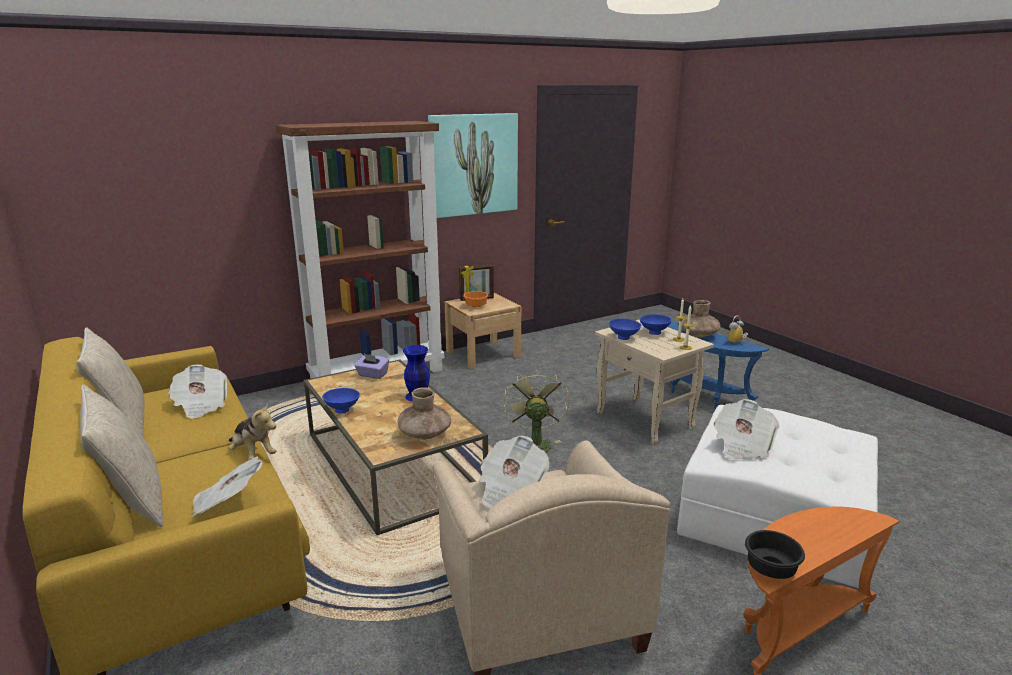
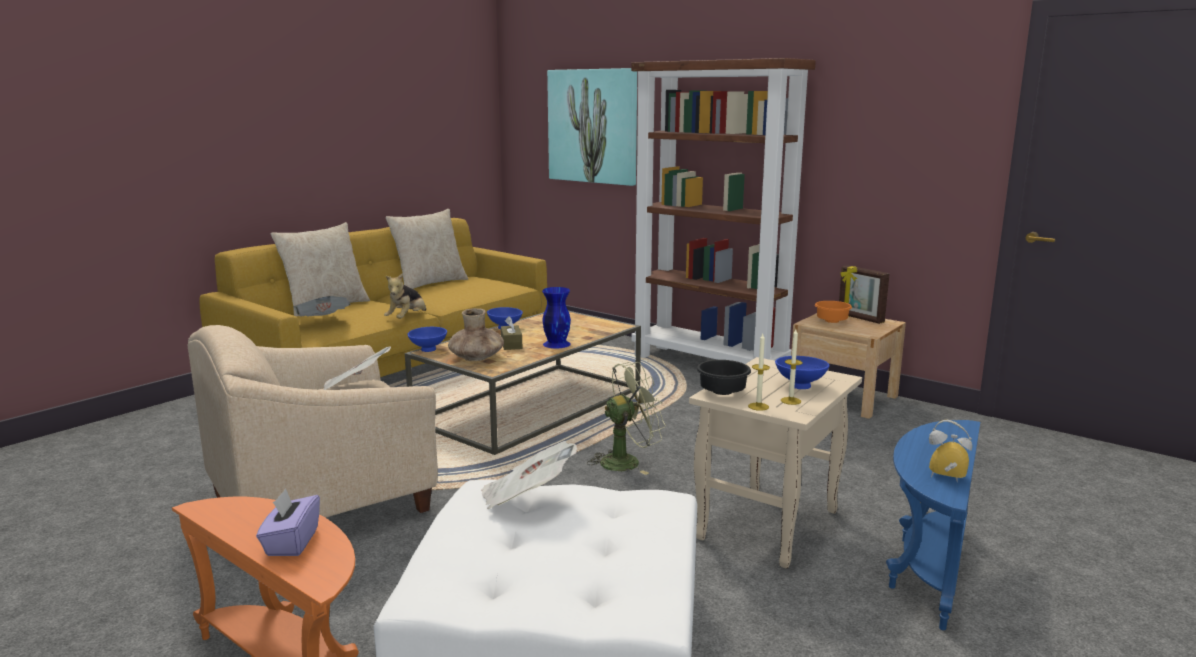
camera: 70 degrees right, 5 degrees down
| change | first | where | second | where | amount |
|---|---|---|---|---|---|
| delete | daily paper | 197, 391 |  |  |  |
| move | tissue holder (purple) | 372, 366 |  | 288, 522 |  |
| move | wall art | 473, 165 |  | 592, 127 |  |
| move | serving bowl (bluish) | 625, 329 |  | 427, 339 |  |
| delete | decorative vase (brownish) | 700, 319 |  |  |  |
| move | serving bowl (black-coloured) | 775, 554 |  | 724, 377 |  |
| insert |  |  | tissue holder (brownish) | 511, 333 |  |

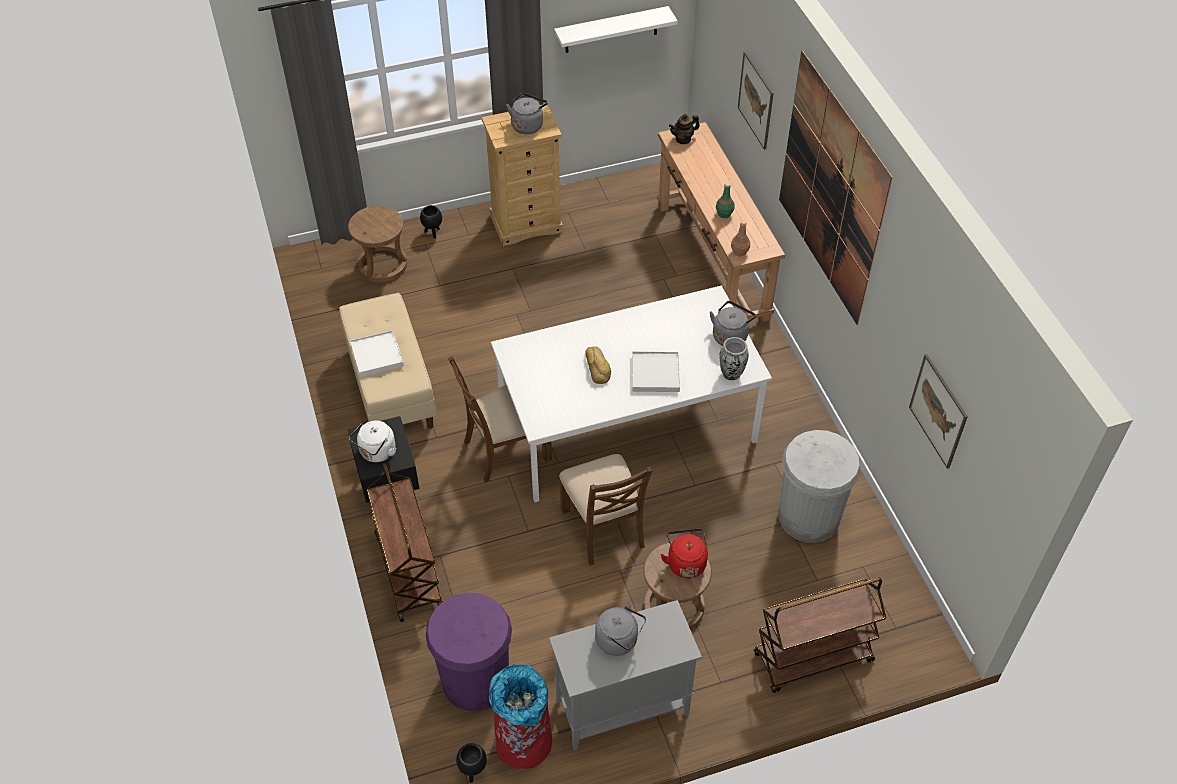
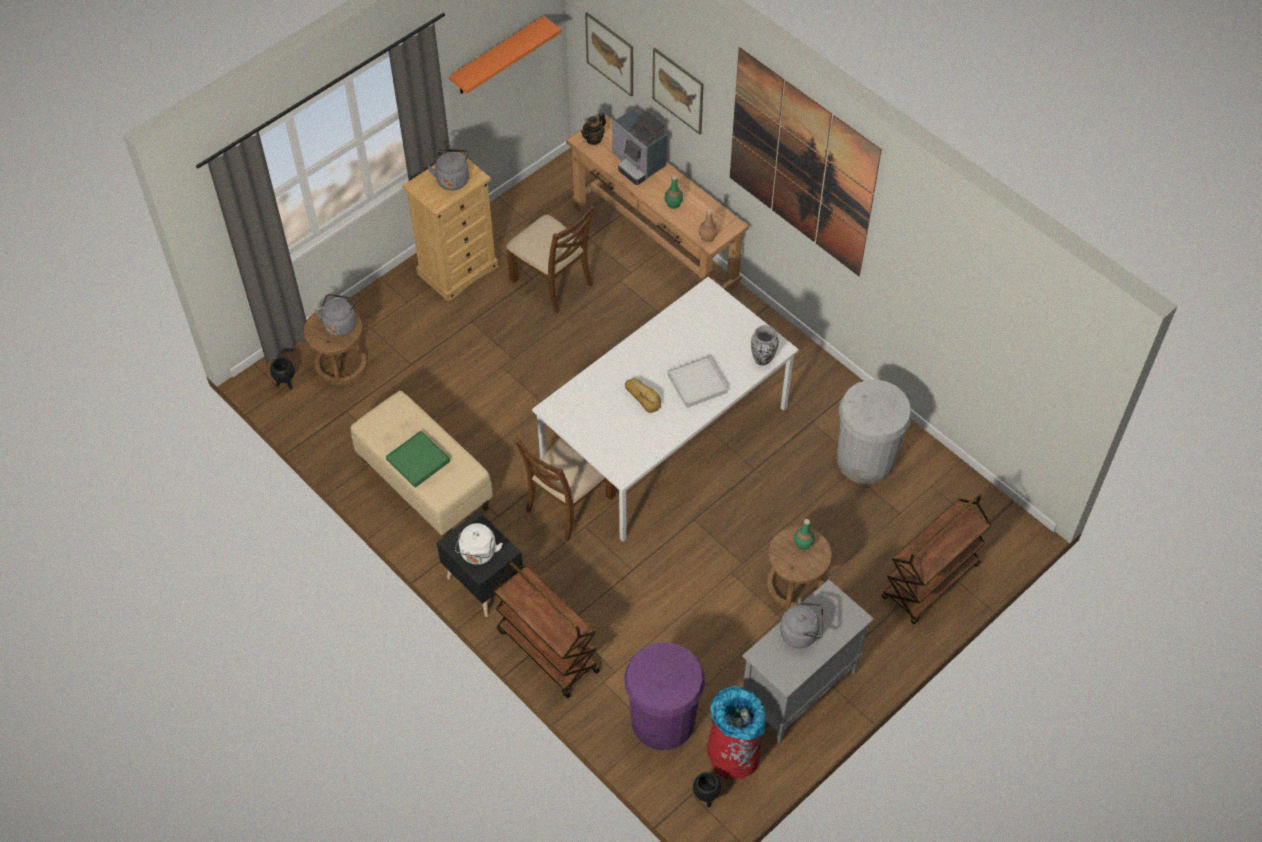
camera: 25 degrees left, 5 degrees up
| change | first | where | second | where | amount |
|---|---|---|---|---|---|
| recolor | carrying tray (white-coloured) | 377, 353 | carrying tray (green) | 418, 459 |  |
| move | planter (black-coloured) | 431, 222 |  | 282, 373 |  |
| recolor | shelf (white-coloured) | 616, 29 | shelf (orange-coloured) | 505, 55 |  |
| move | plain chair (brownish) | 606, 510 |  | 550, 259 |  |
| replace | kettle (reddish) | 684, 553 | bottle (green) | 804, 534 |  |
| move | kettle (greyish) | 733, 323 |  | 335, 315 |  |
| move | wall art | 938, 411 |  | 609, 54 |  |
| insert |  |  | coffee maker | 639, 147 |  |

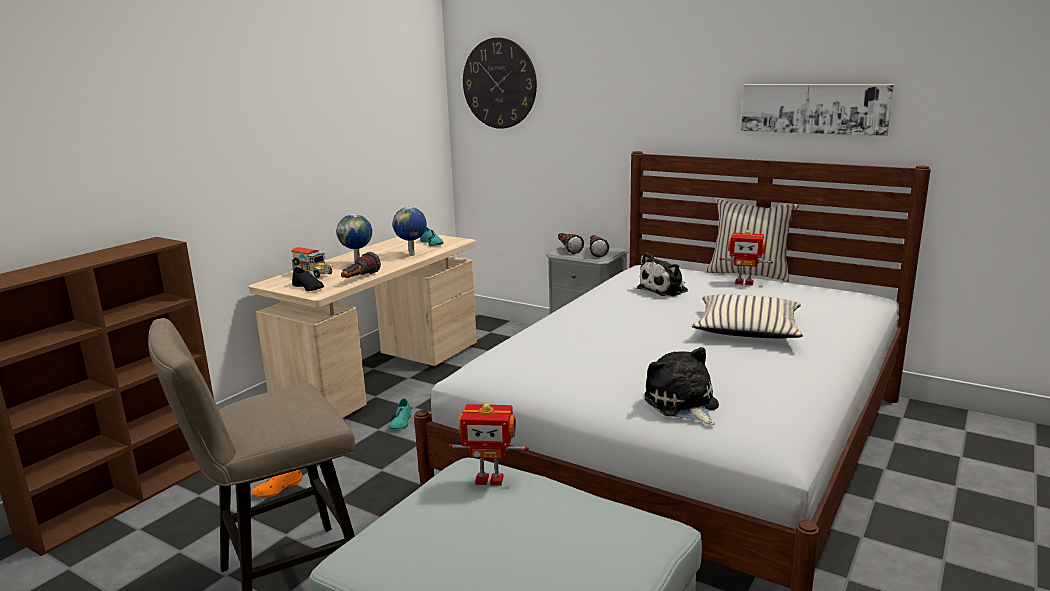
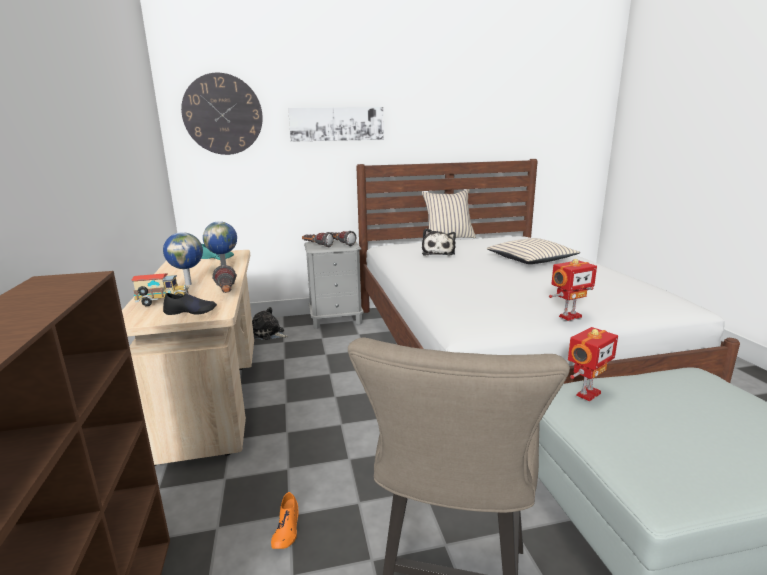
camera: 45 degrees left, 0 degrees up
| change | first | where | second | where | amount |
|---|---|---|---|---|---|
| delete | shoe (blue-green) | 400, 413 |  |  |  |
| move | cuddly toy | 682, 386 |  | 270, 323 |  |
| move | model robot | 746, 258 |  | 573, 290 |  |
| move | wall art | 817, 110 |  | 336, 124 |  |

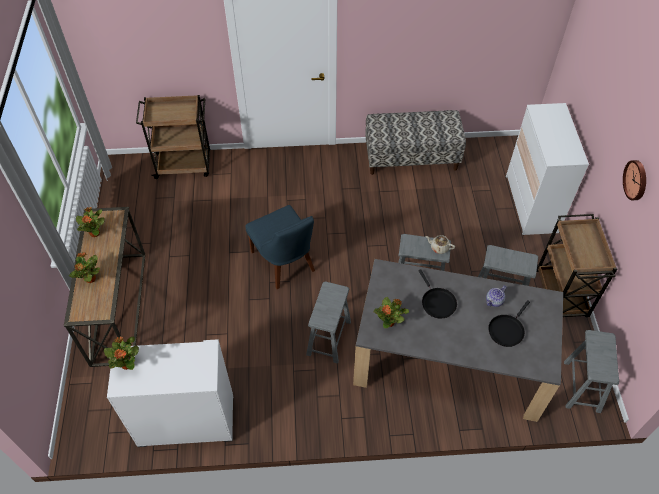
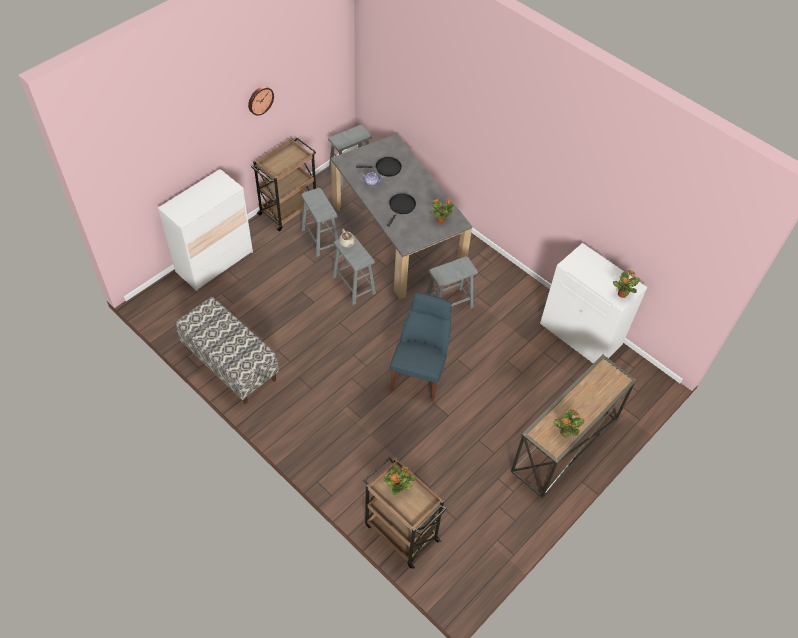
camera: 135 degrees left, 0 degrees up
| change | first | where | second | where | amount |
|---|---|---|---|---|---|
| move | potted plant | 84, 267 |  | 399, 479 |  |

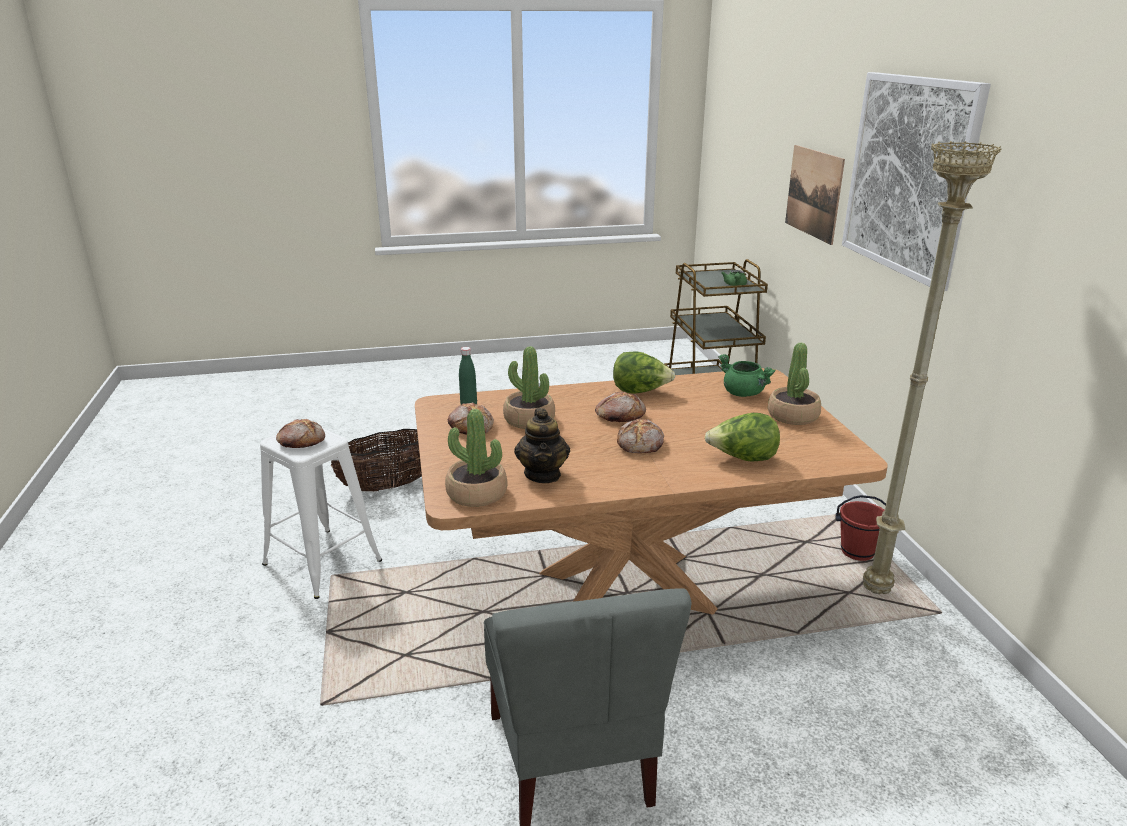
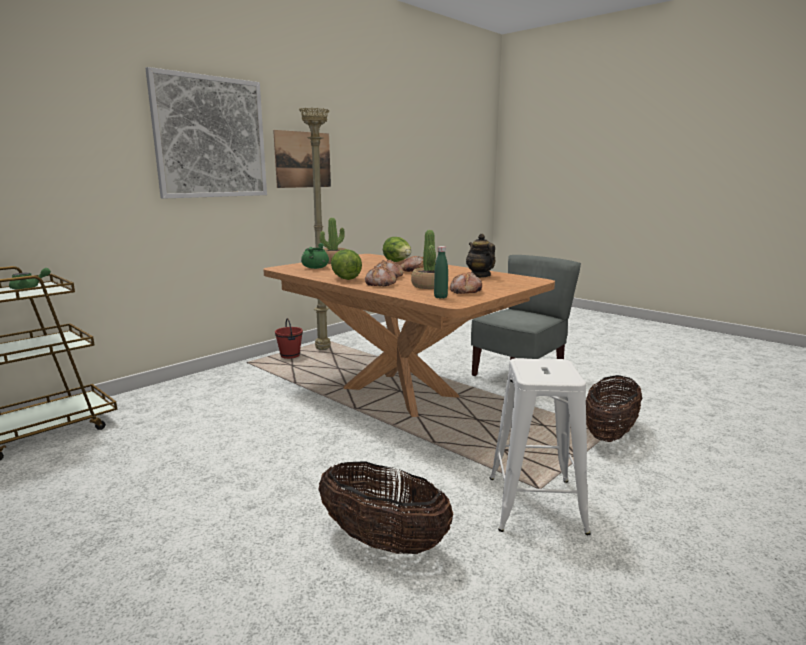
camera: 125 degrees left, 10 degrees down
| change | first | where | second | where | amount |
|---|---|---|---|---|---|
| move | bakery bread | 300, 433 |  | 381, 276 |  |
| delete | potted plant | 476, 458 |  |  |  |
| rotate | tea pot | 542, 445 |  | 480, 256 | 75 degrees counterclockwise |
| move | wall art | 815, 195 |  | 302, 159 |  |
| insert |  |  | basket | 614, 408 |  |

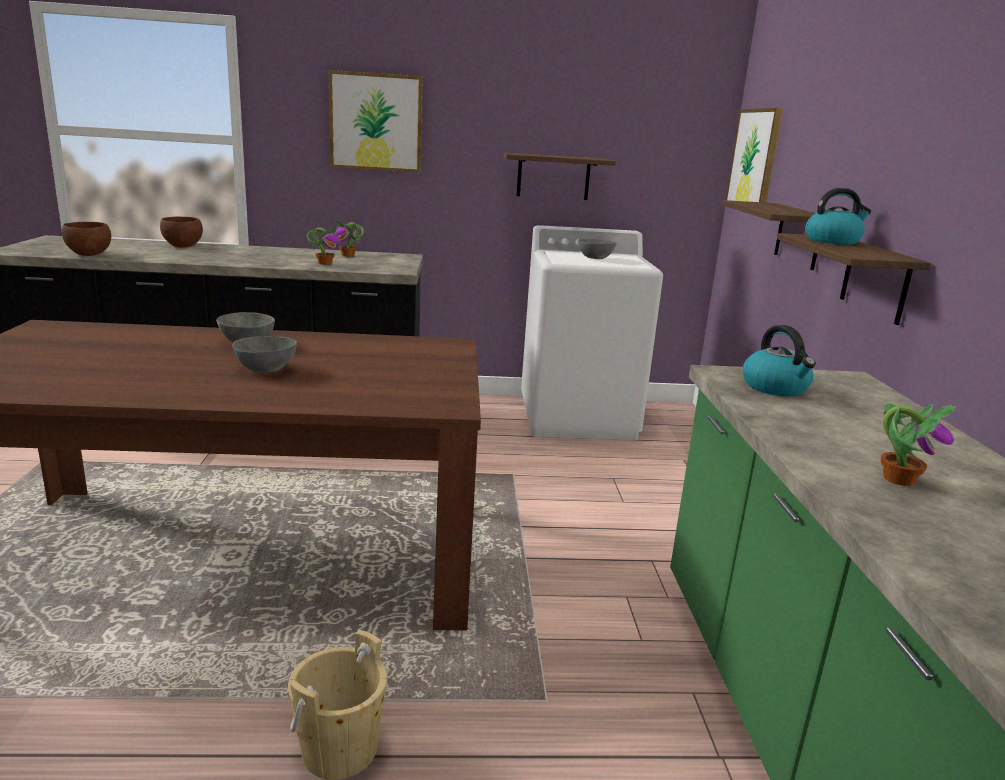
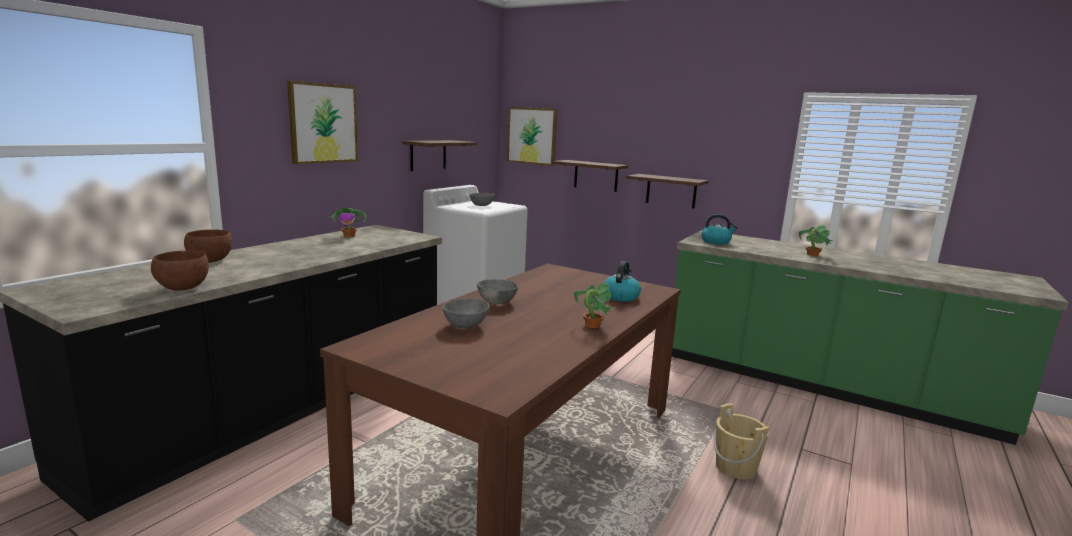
camera: 55 degrees left, 5 degrees down
| change | first | where | second | where | amount |
|---|---|---|---|---|---|
| move | serving bowl (greyish) | 264, 354 |  | 466, 313 |  |
| move | potted plant | 324, 245 |  | 594, 305 |  |
| move | kettle | 838, 216 |  | 622, 281 |  |

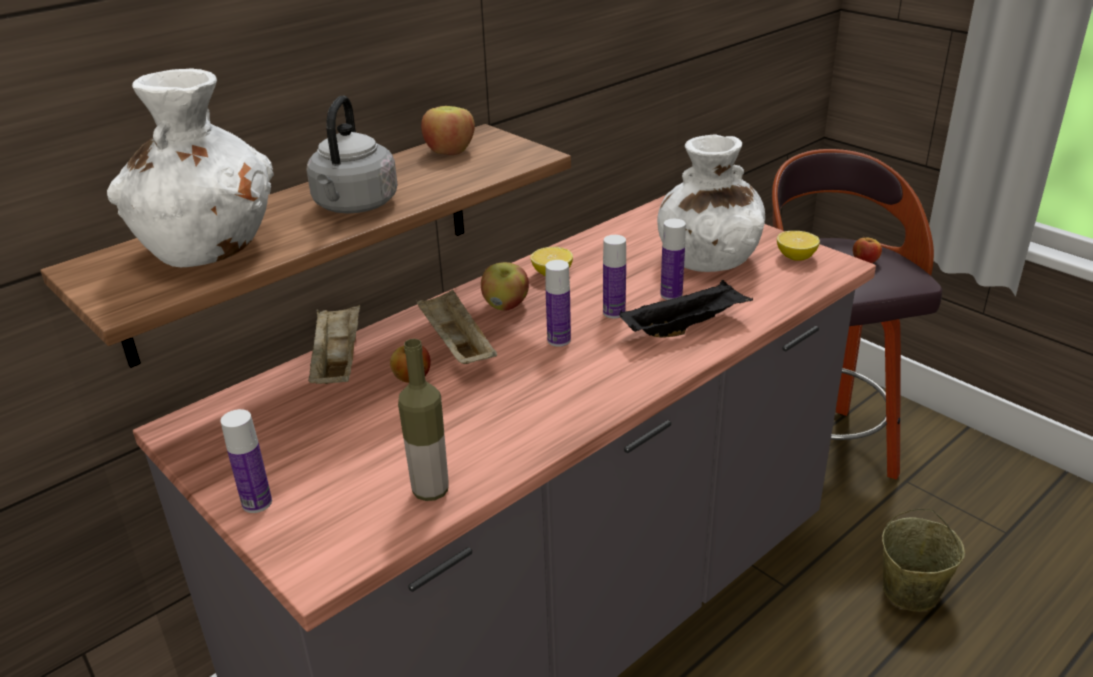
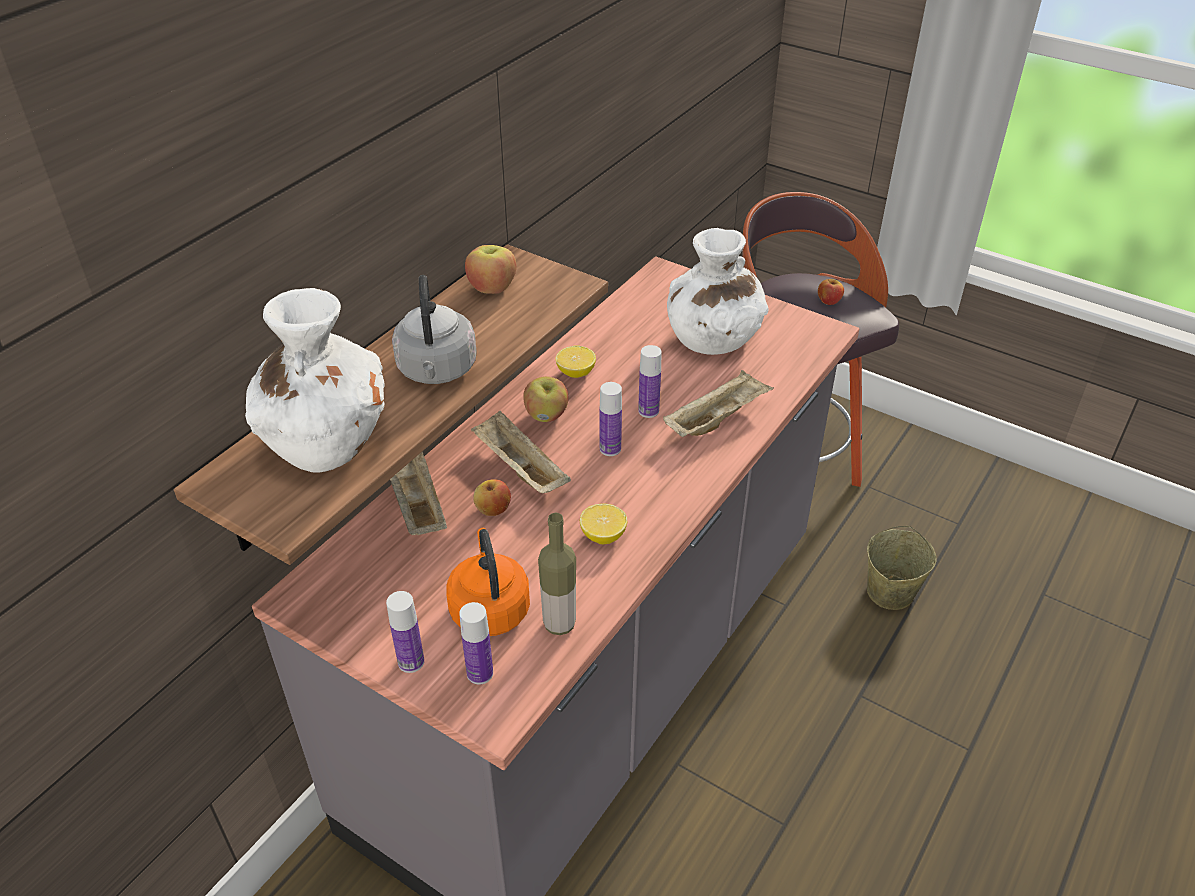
camera: 15 degrees left, 10 degrees up
| change | first | where | second | where | amount |
|---|---|---|---|---|---|
| recolor | carrying tray (black-coloured) | 686, 309 | carrying tray (sand-coloured) | 718, 403 |  |
| move | bottle | 673, 259 |  | 476, 643 |  |
| move | whole lemon | 798, 246 |  | 603, 524 |  |
| insert |  |  | kettle (orange-coloured) | 488, 582 |  |

